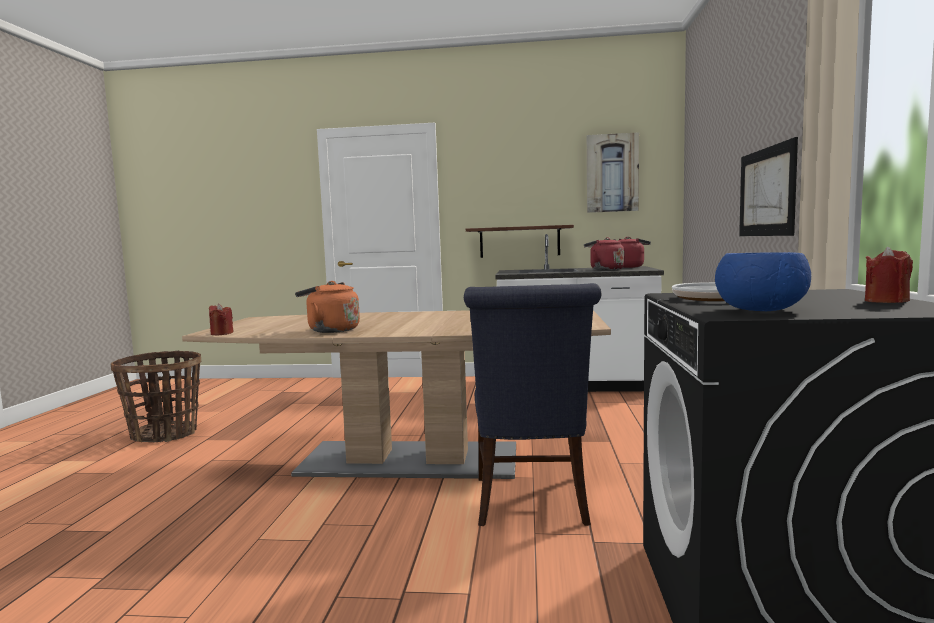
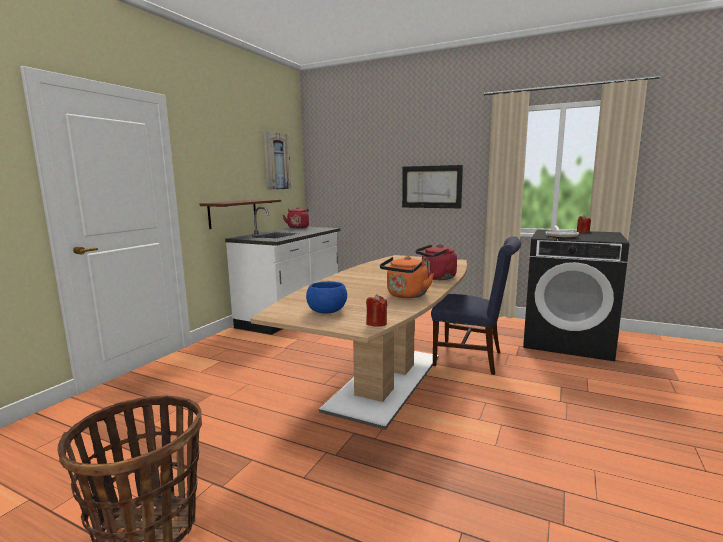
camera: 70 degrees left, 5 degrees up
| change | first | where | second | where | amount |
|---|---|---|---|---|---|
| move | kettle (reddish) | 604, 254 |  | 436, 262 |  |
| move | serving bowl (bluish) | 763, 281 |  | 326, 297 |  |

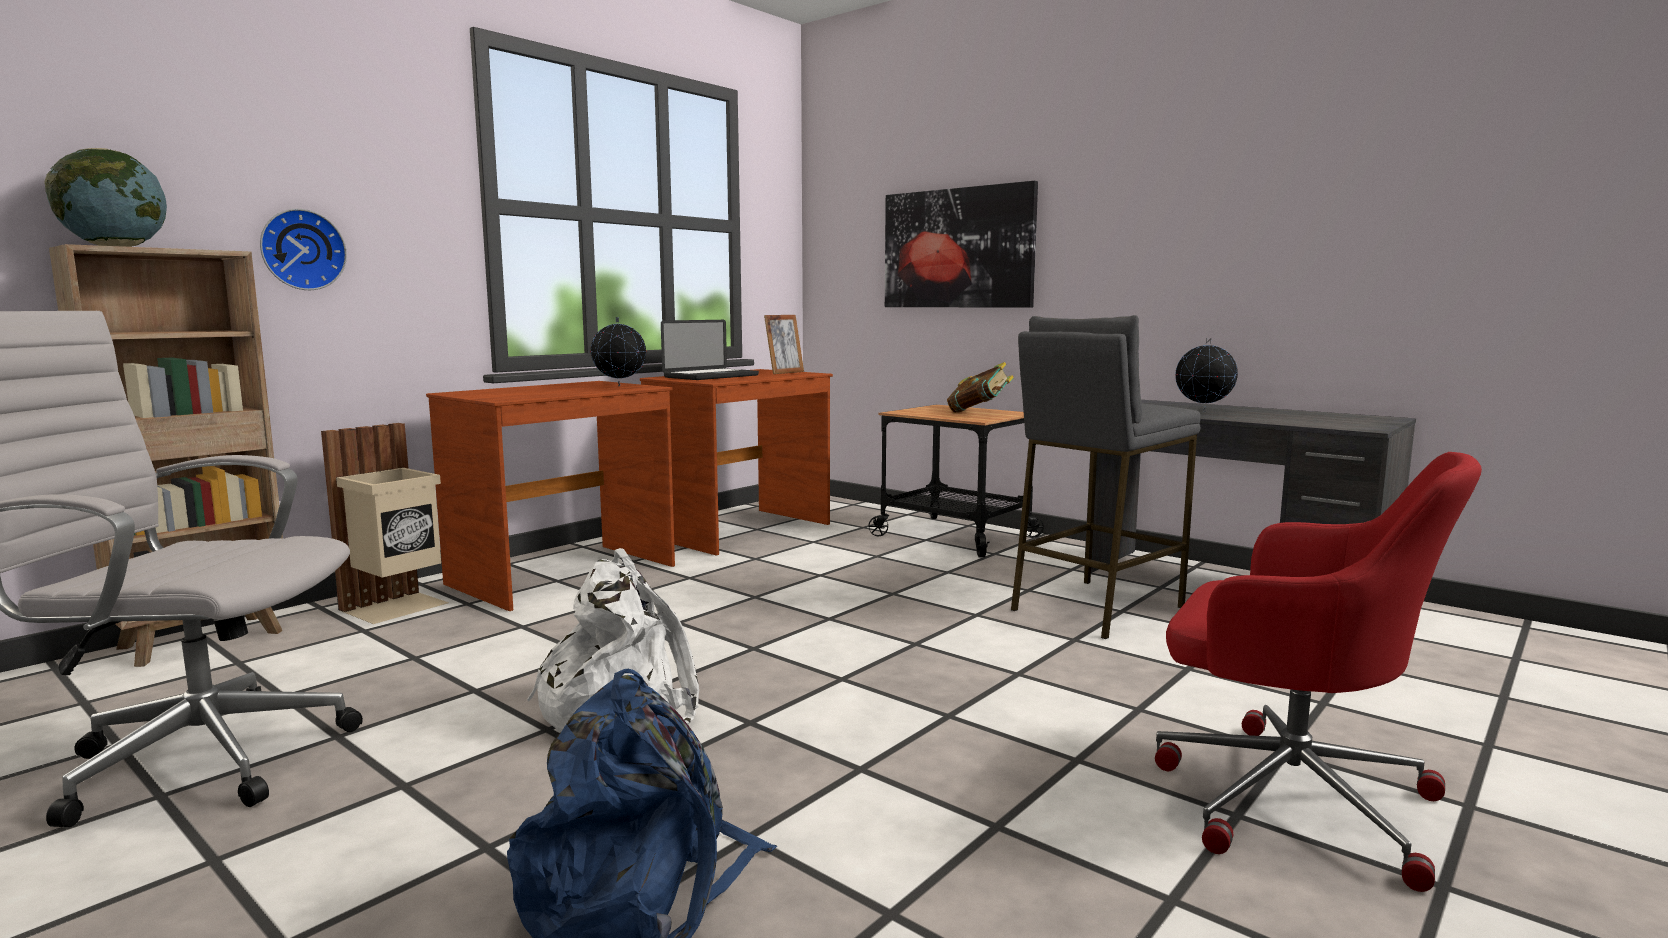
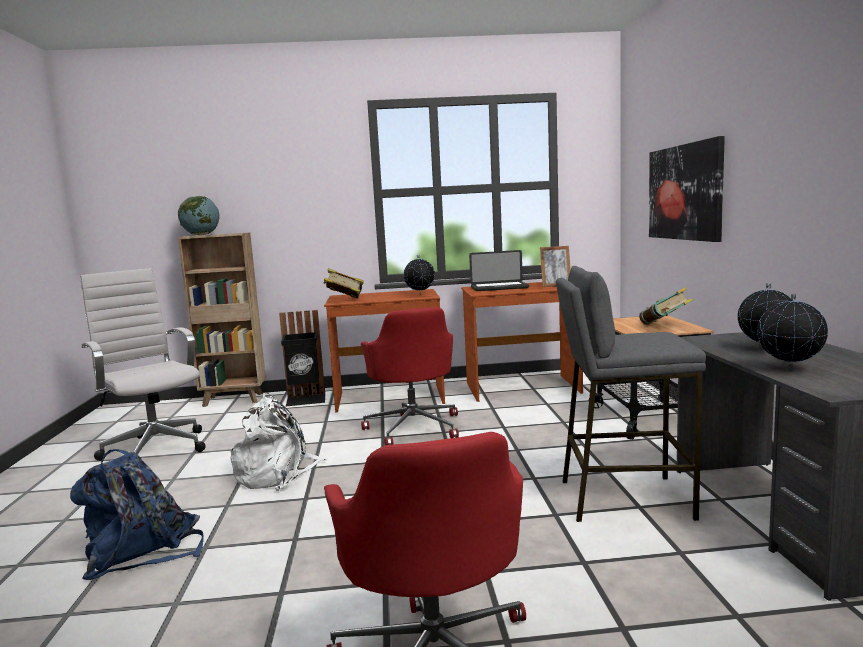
camera: 45 degrees right, 0 degrees up
| change | first | where | second | where | amount |
|---|---|---|---|---|---|
| delete | hanging clock | 303, 249 |  |  |  |
| recolor | trash can (sand-coloured) | 385, 523 | trash can (black-coloured) | 302, 358 |  |
| insert |  |  | book | 343, 283 |  |
| insert |  |  | desk chair (reddish) | 410, 376 |  |
| insert |  |  | world globe | 792, 332 |  |

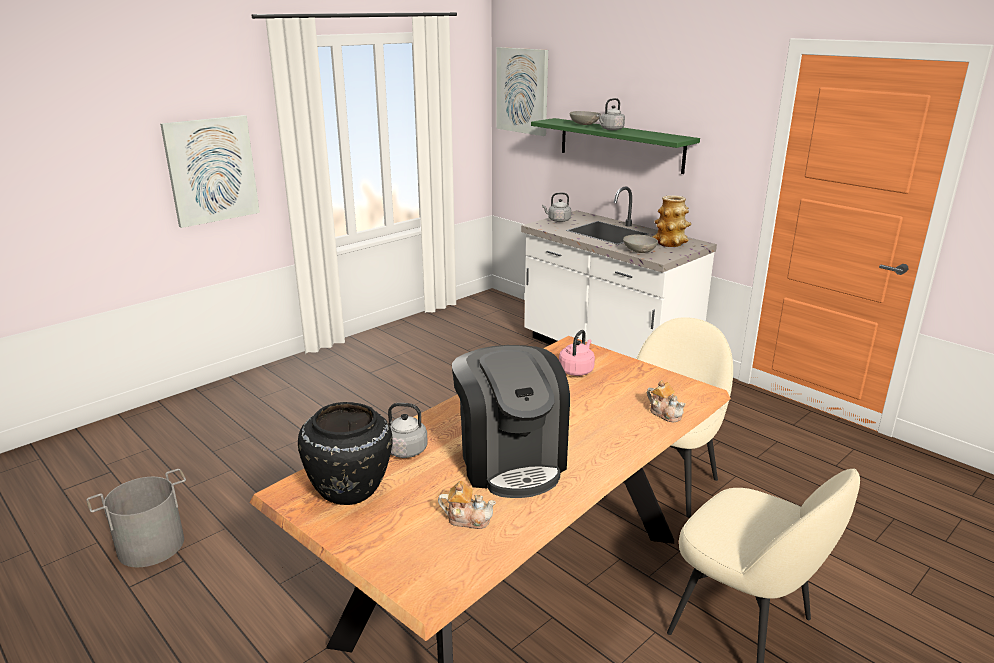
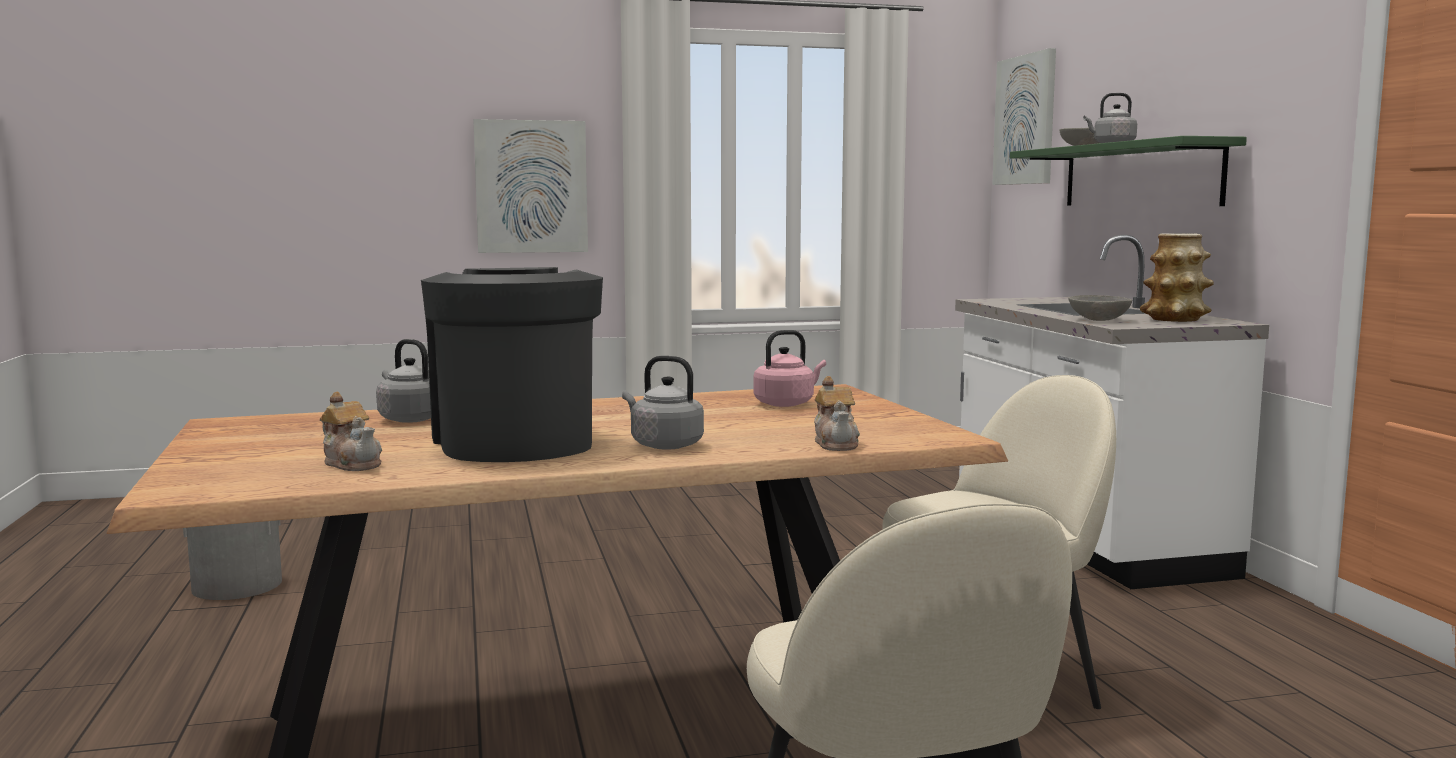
camera: 30 degrees right, 15 degrees down
| change | first | where | second | where | amount |
|---|---|---|---|---|---|
| delete | decorative vase (black-coloured) | 345, 453 |  |  |  |
| rotate | coffee maker | 511, 421 |  | 512, 364 | 150 degrees clockwise |
| move | kettle (greyish) | 556, 207 |  | 663, 403 |  |

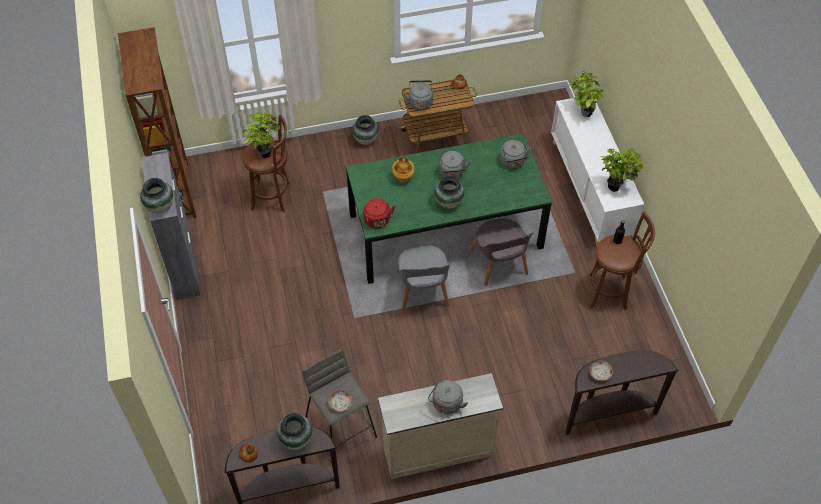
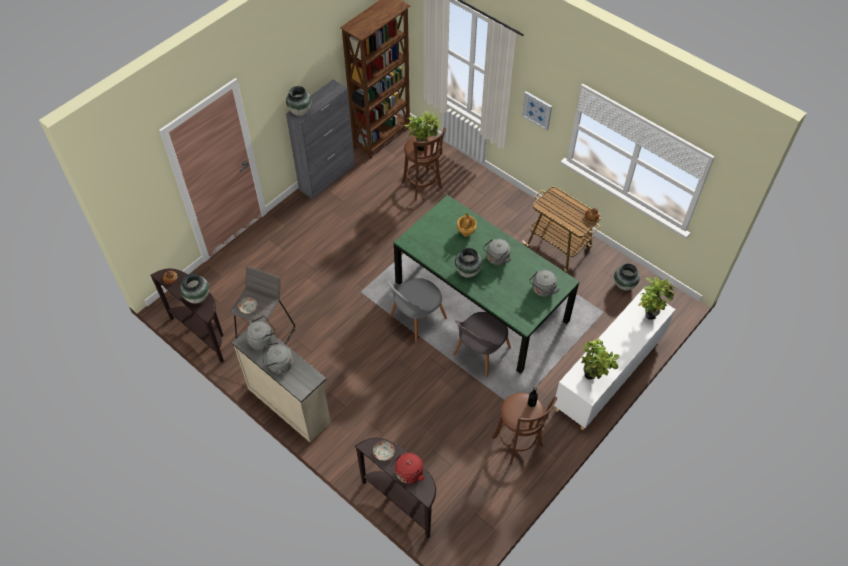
camera: 55 degrees right, 0 degrees up
| change | first | where | second | where | amount |
|---|---|---|---|---|---|
| move | decorative vase | 365, 130 |  | 627, 277 |  |
| move | kettle (reddish) | 379, 213 |  | 407, 468 |  |
| move | kettle (greyish) | 418, 95 |  | 261, 333 |  |
| insert |  |  | wall art | 537, 111 |  |

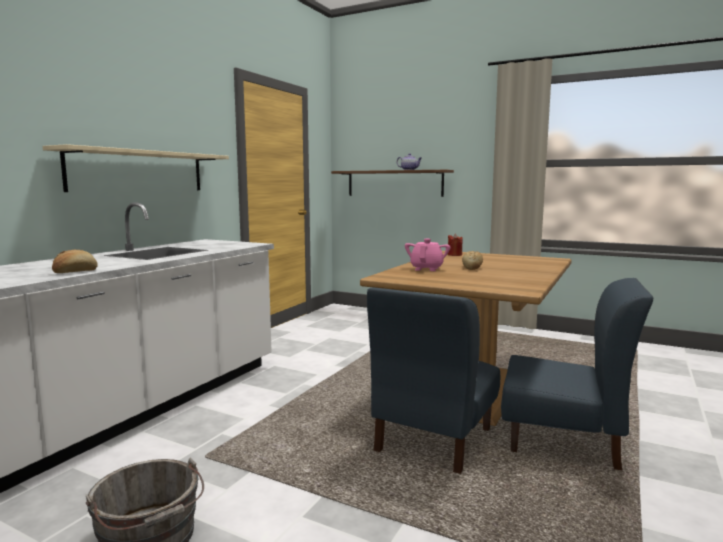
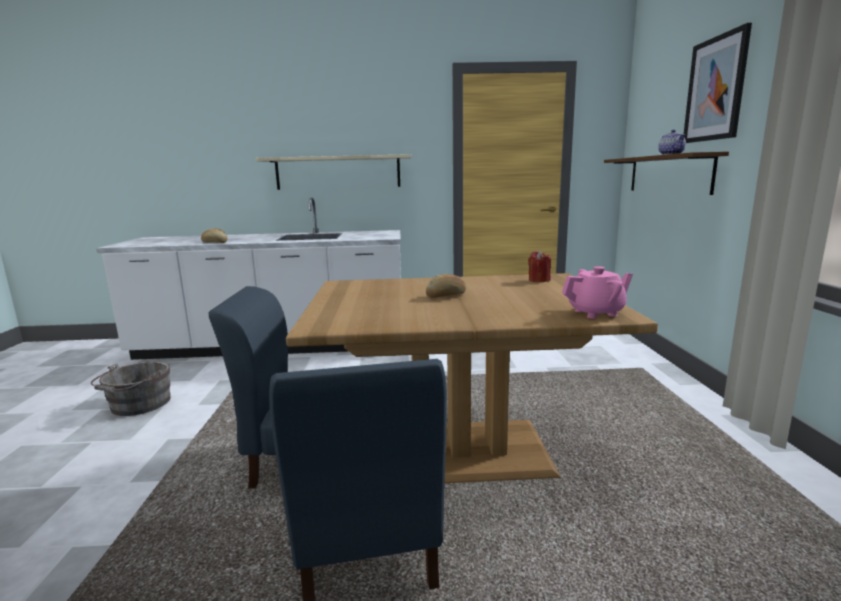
camera: 60 degrees right, 5 degrees up
| change | first | where | second | where | amount |
|---|---|---|---|---|---|
| move | tea pot (pink) | 427, 255 |  | 597, 292 |  |
| insert |  |  | wall art | 718, 83 |  |

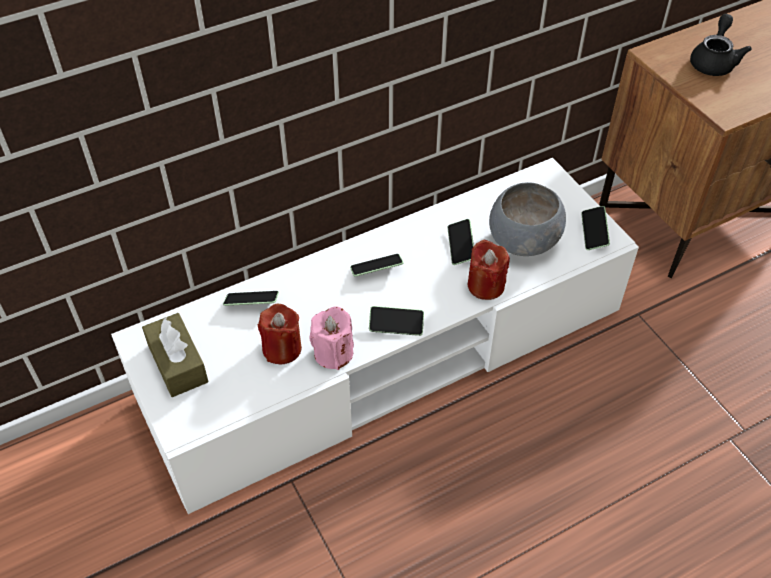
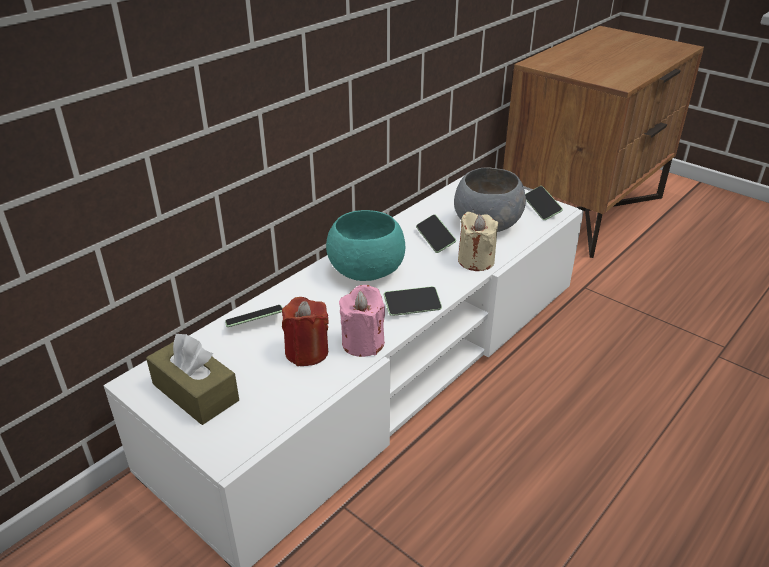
camera: 20 degrees left, 15 degrees down
| change | first | where | second | where | amount |
|---|---|---|---|---|---|
| replace | telephone | 376, 265 | serving bowl (blue-green) | 365, 245 |  |
| recolor | wax candle (reddish) | 489, 270 | wax candle (sand-coloured) | 478, 241 |  |
| delete | tea pot (black-coloured) | 721, 45 |  |  |  |

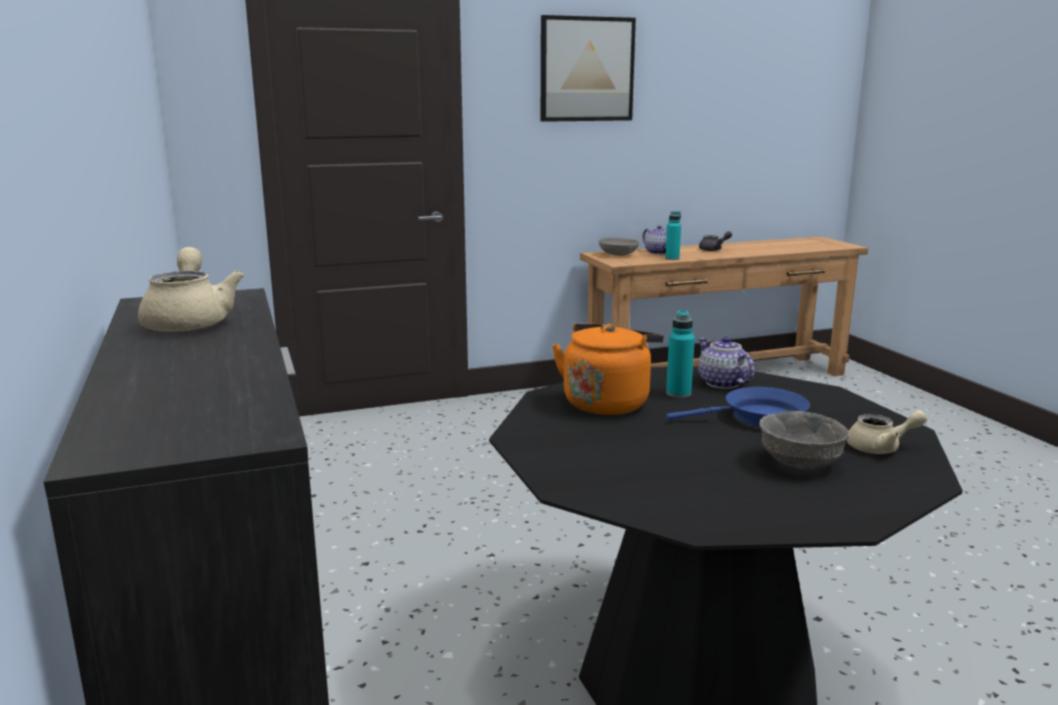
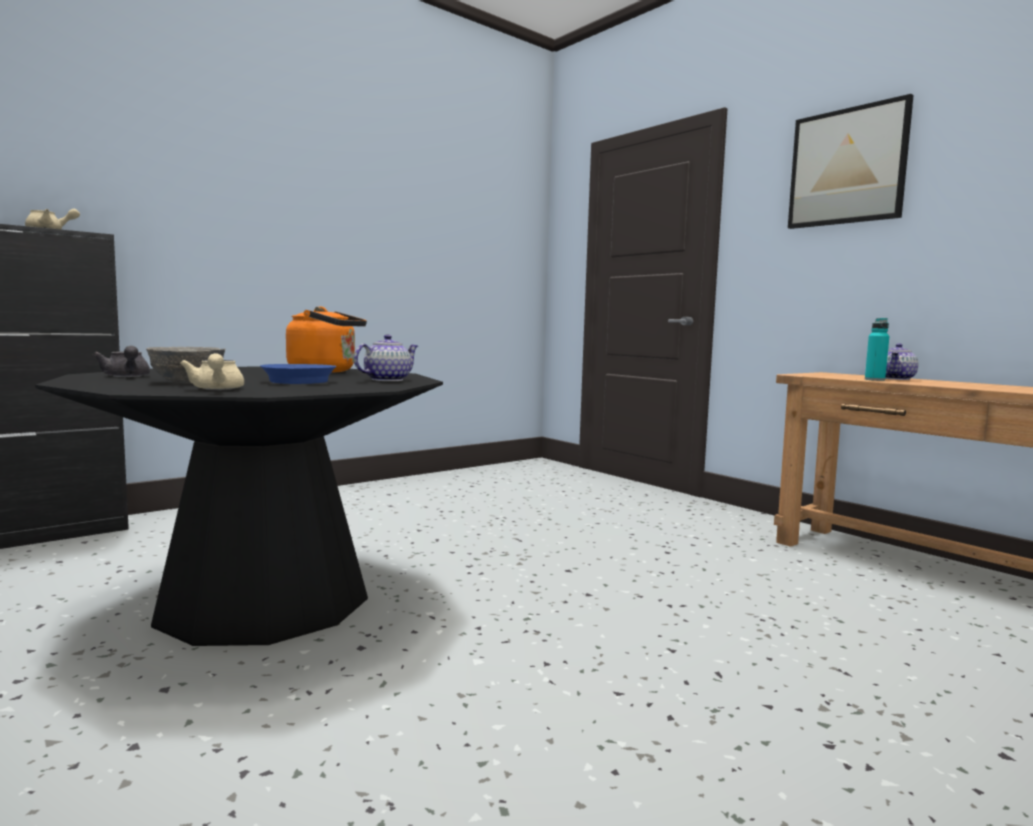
camera: 70 degrees right, 10 degrees down
| change | first | where | second | where | amount |
|---|---|---|---|---|---|
| delete | serving bowl (greyish) | 619, 247 |  |  |  |
| delete | bottle (blue-green) | 680, 354 |  |  |  |
| move | tea pot (greyish) | 715, 241 |  | 121, 361 |  |

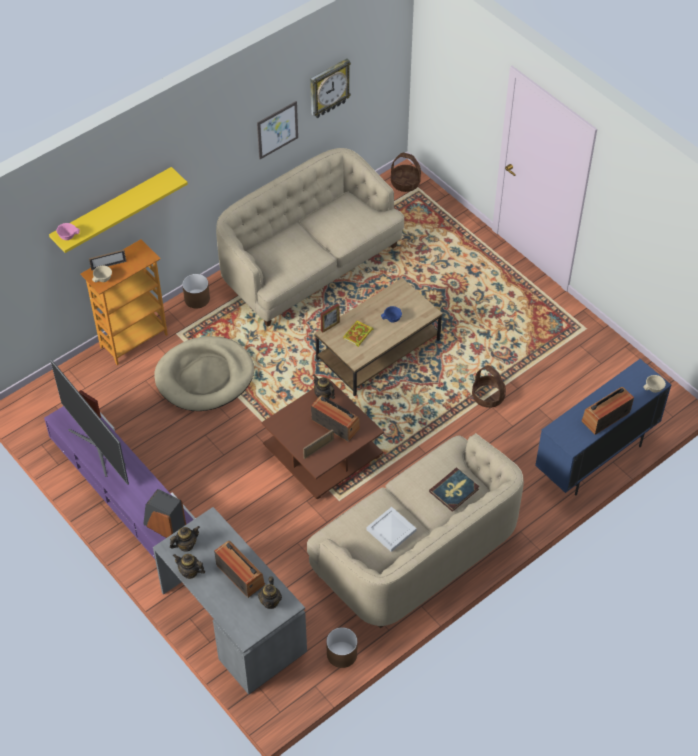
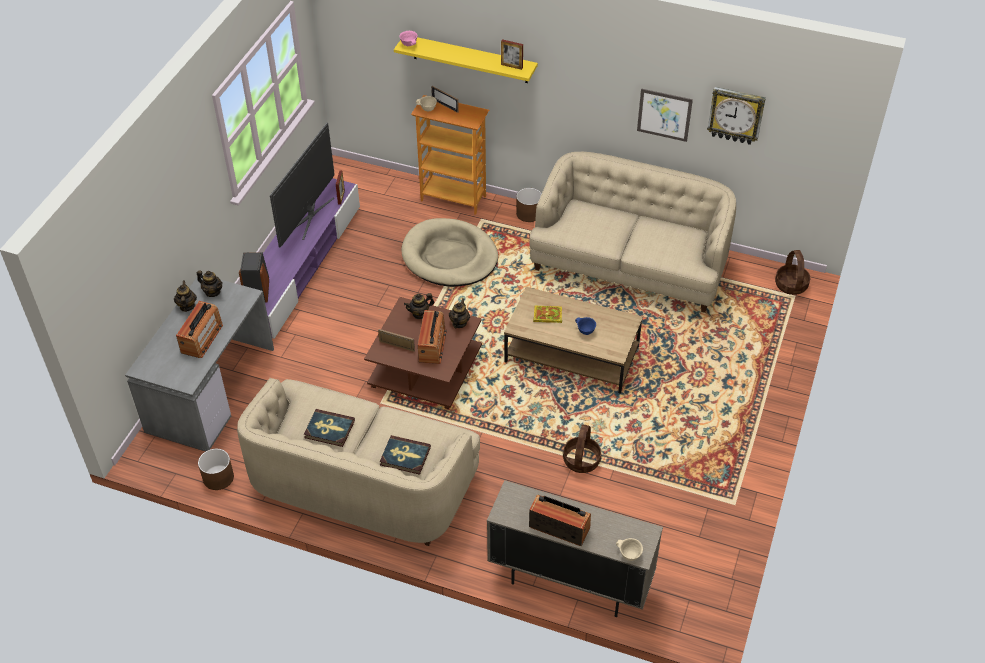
camera: 60 degrees right, 5 degrees down
| change | first | where | second | where | amount |
|---|---|---|---|---|---|
| move | tea pot | 270, 592 |  | 419, 306 |  |
| move | photo frame | 330, 318 |  | 512, 54 |  |
| replace | carrying tray (white-coloured) | 391, 529 | book | 329, 428 |  |
| recolor | storage cabinet (bluish) | 603, 427 | storage cabinet (sand-coloured) | 575, 548 |  |

